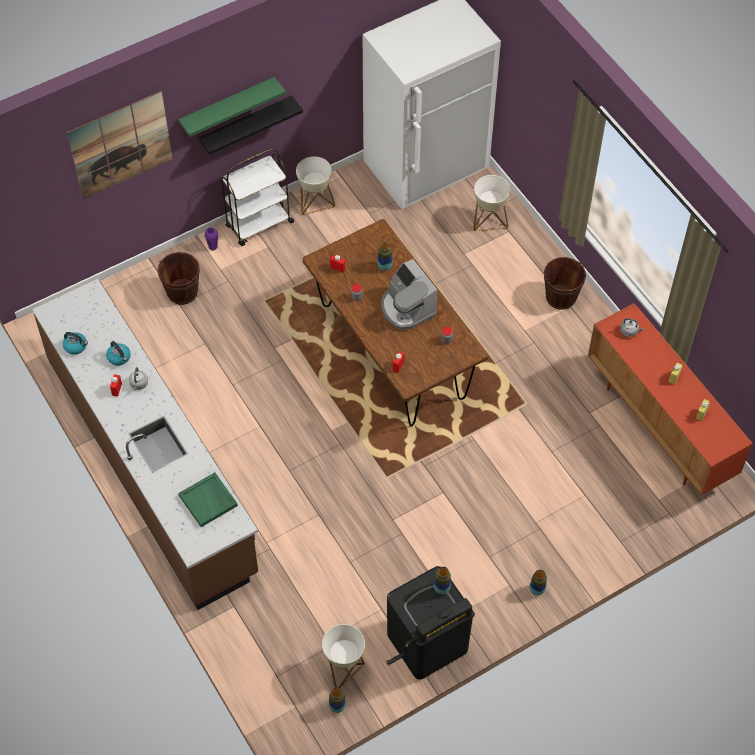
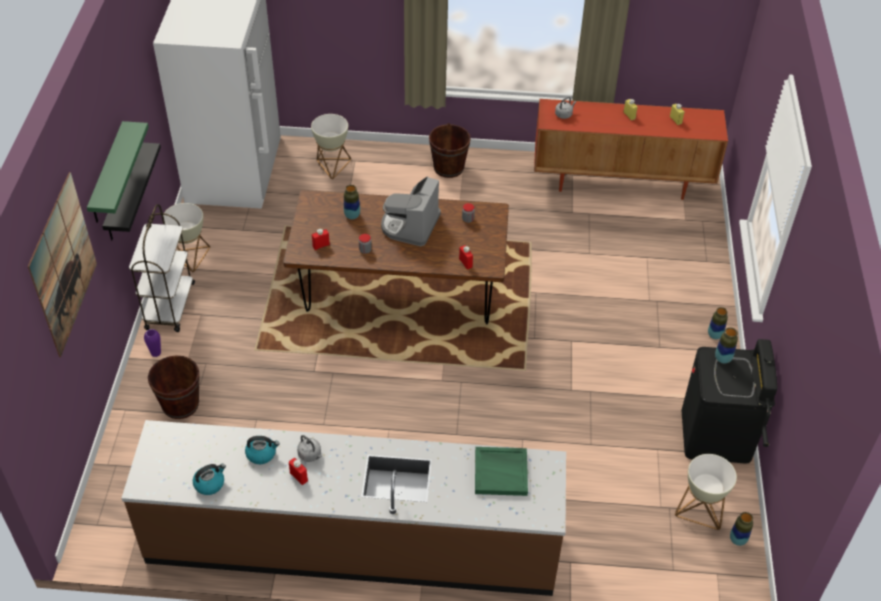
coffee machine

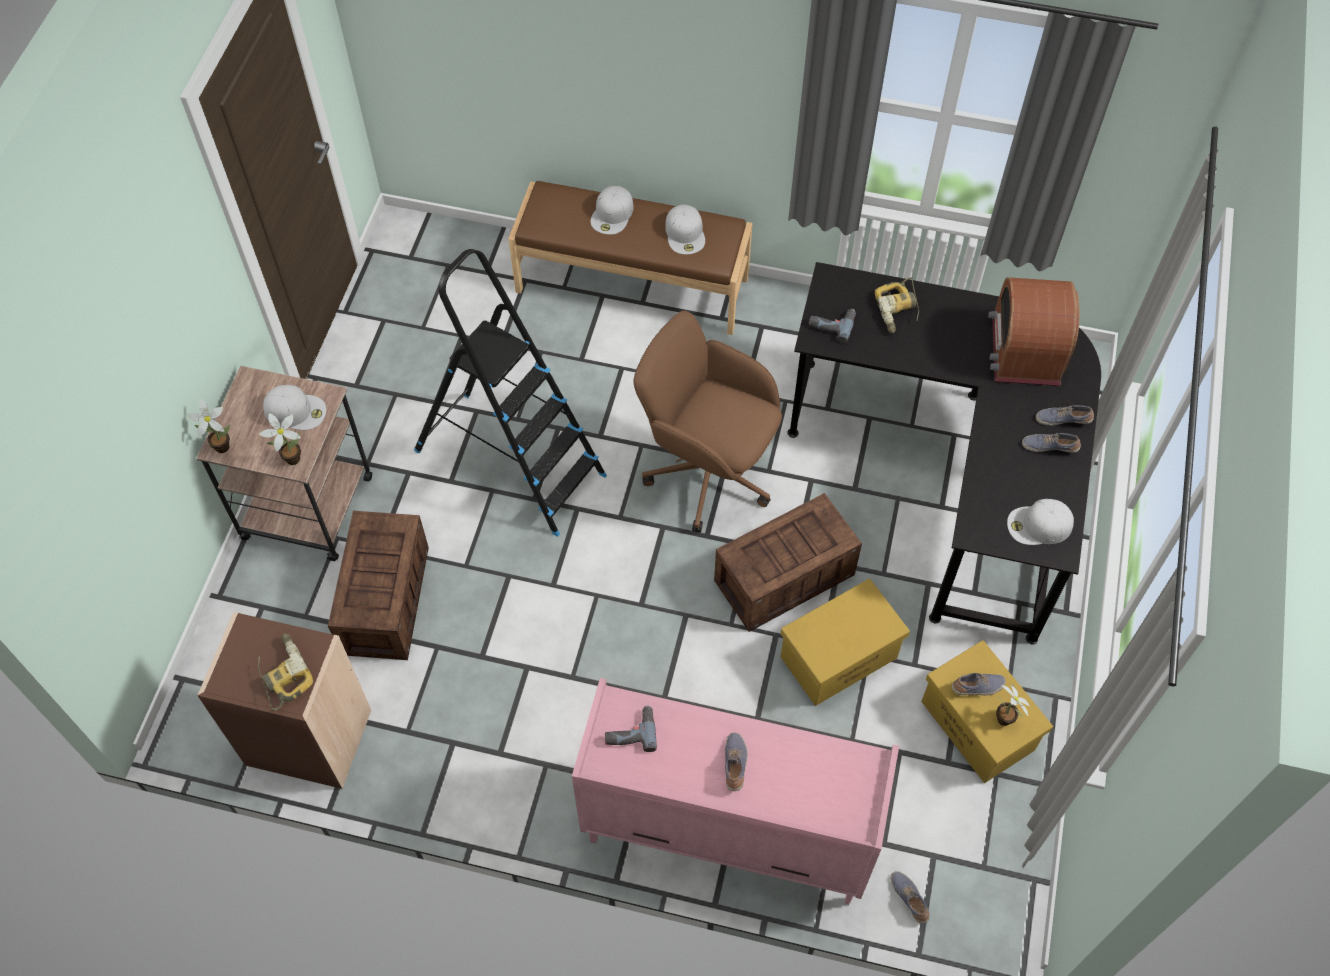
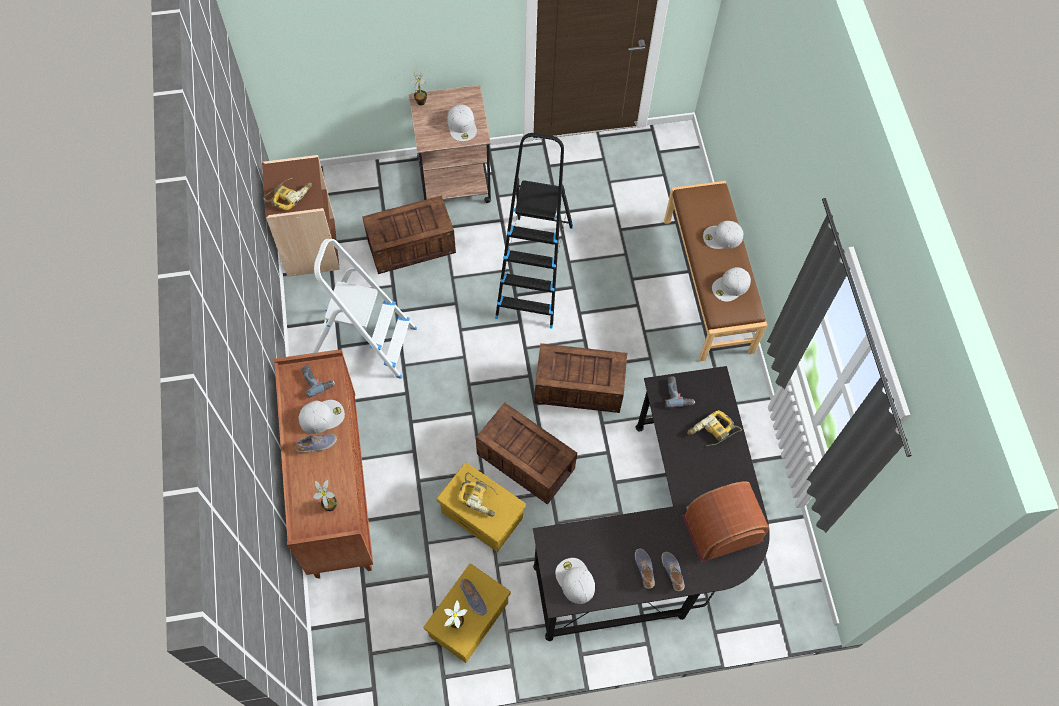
brown cabinet
white cap (1st from left)
white step ladder
potted plant (1st from left)
power drill (3rd from left)
crate (3rd from left)
shoe (2nd from left in the first image)

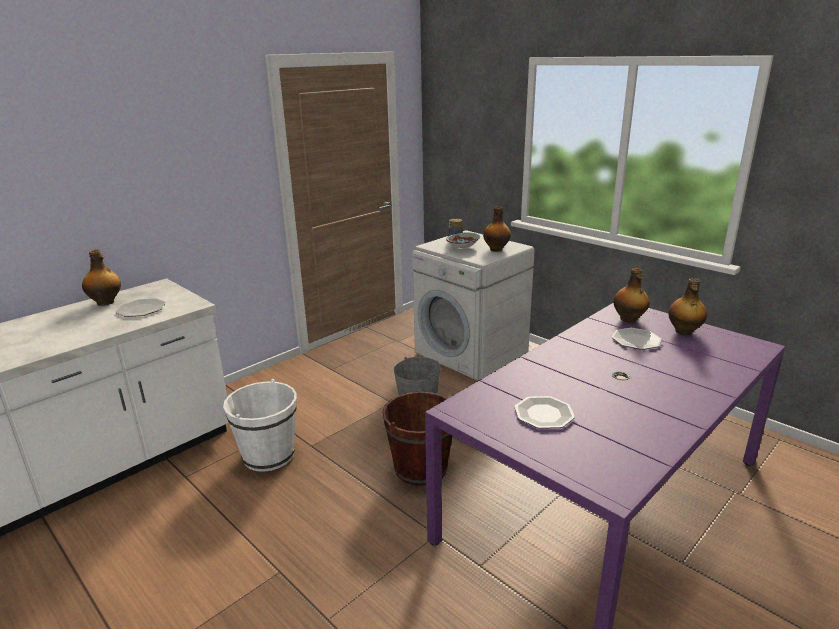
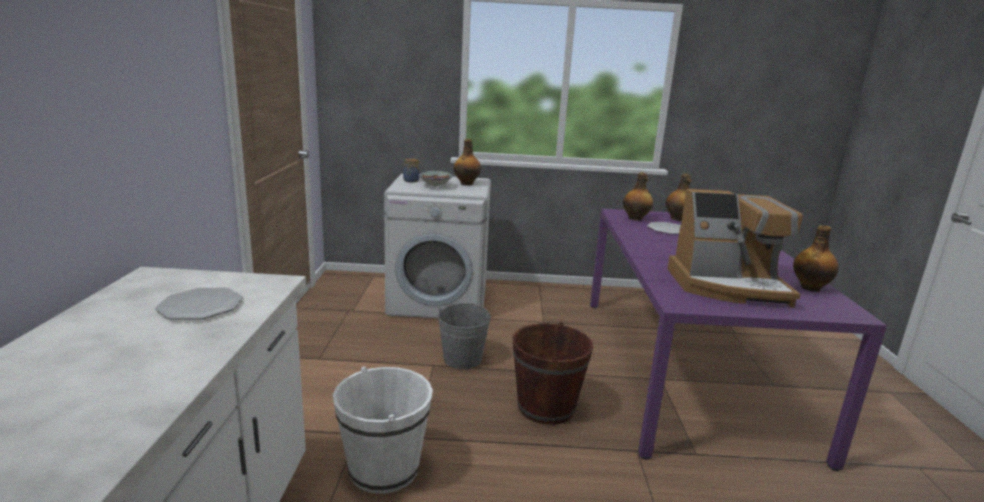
coffee machine
bottle (4th from left)

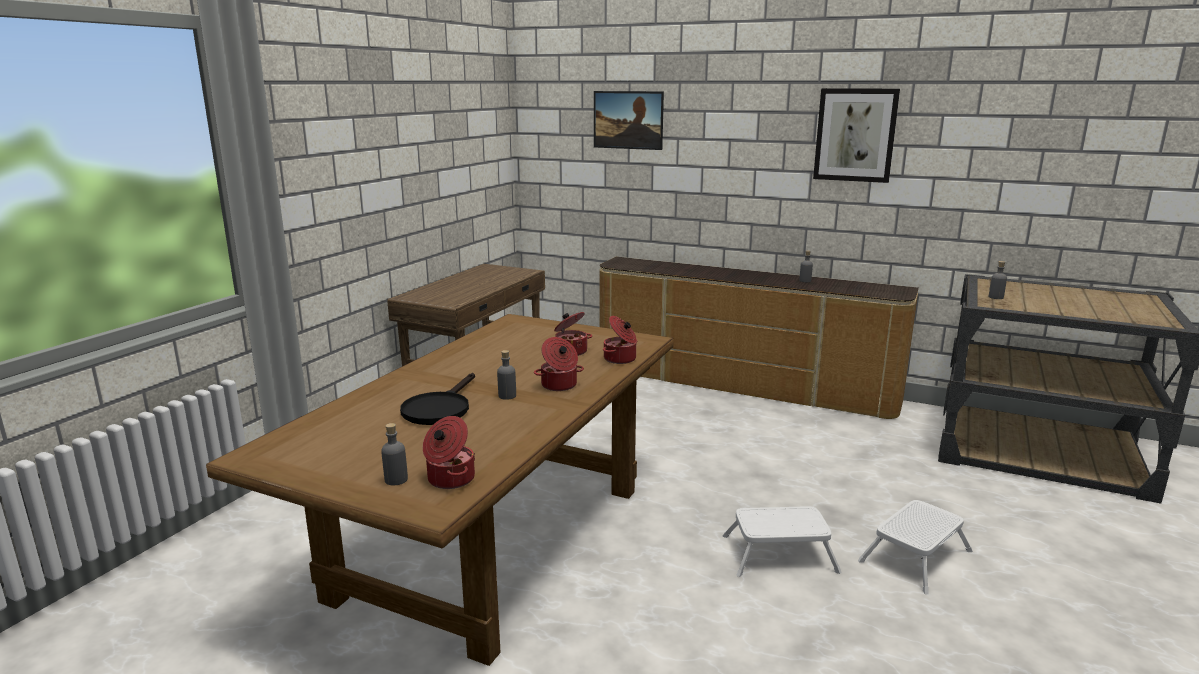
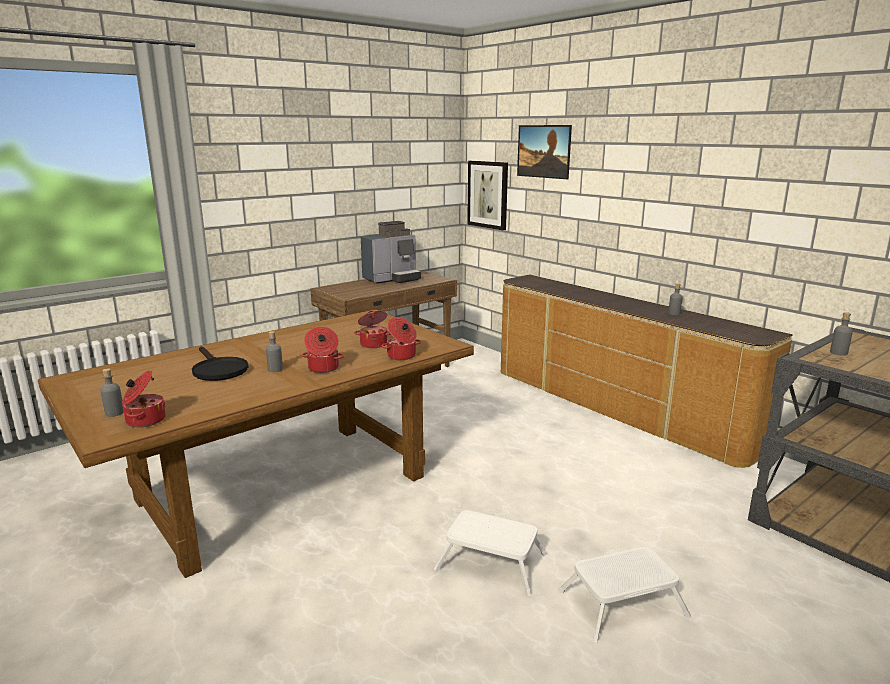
black frying pan
coffee machine
picture (1st from left)

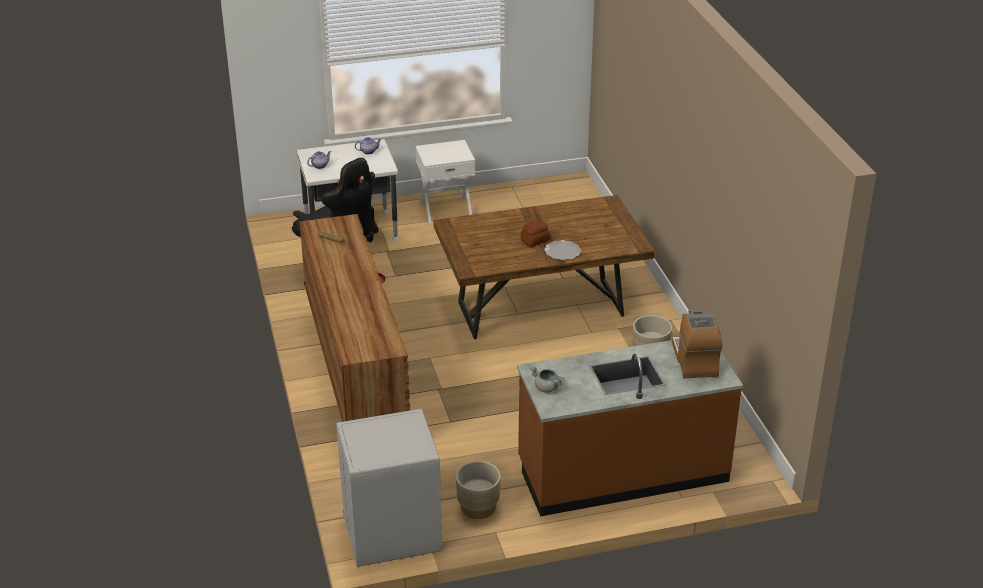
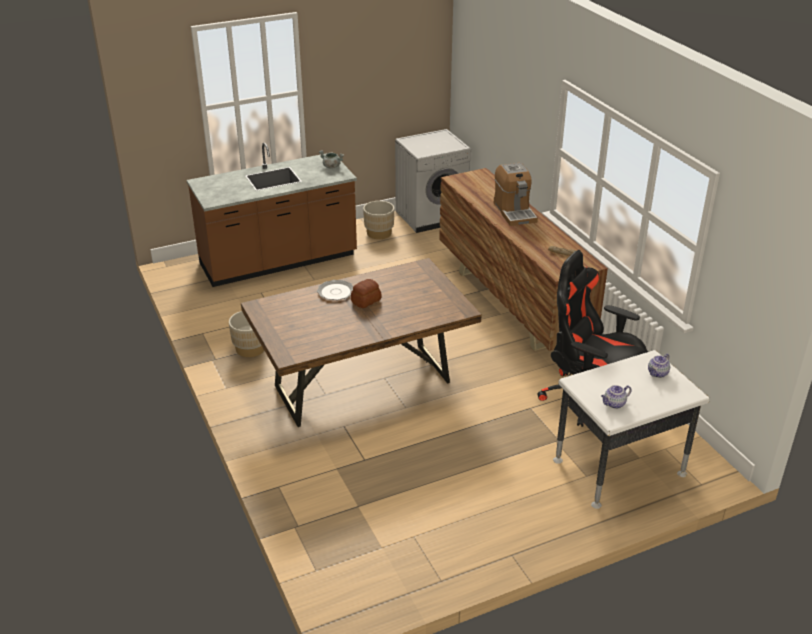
coffee machine
white nightstand

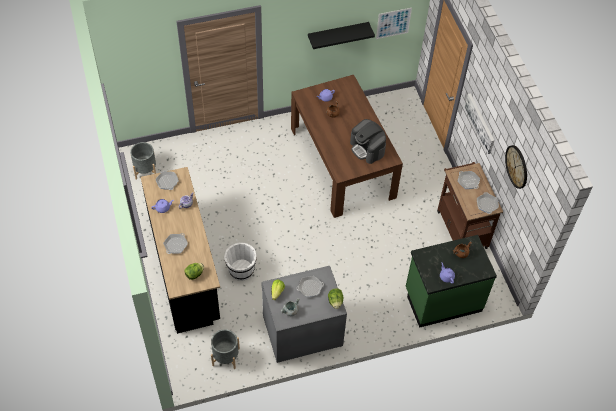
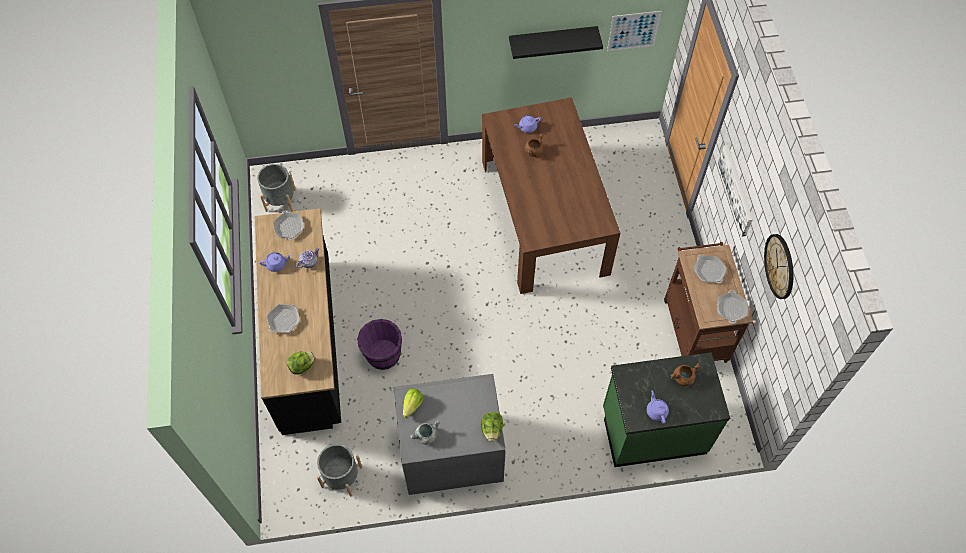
purple bucket
frying pan (3rd from left in the first image)
coffee machine

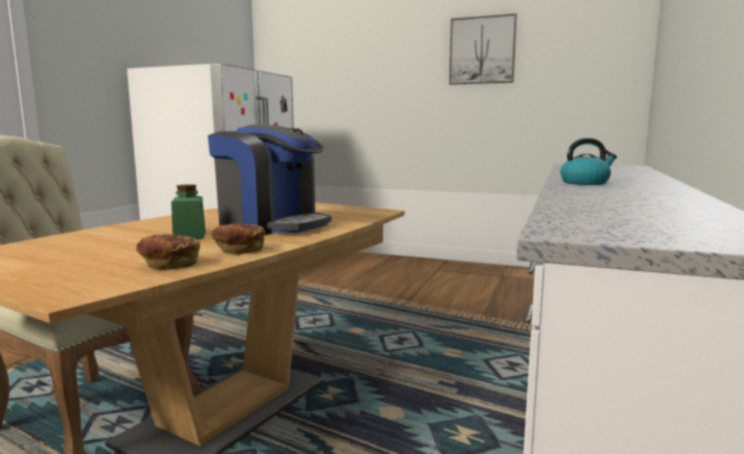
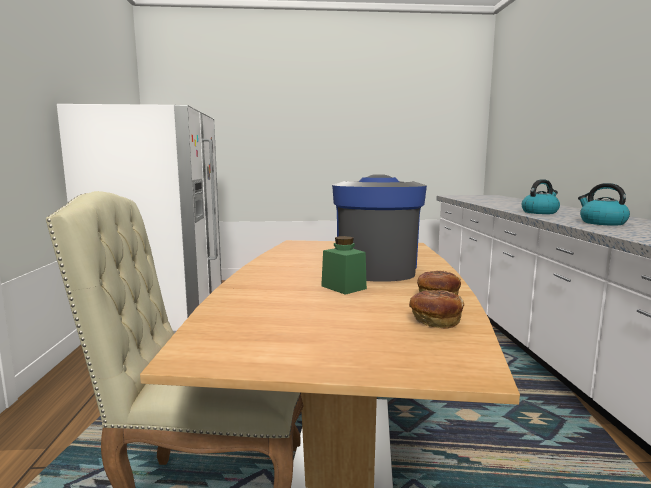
coffee machine
kettle (2nd from left)
picture

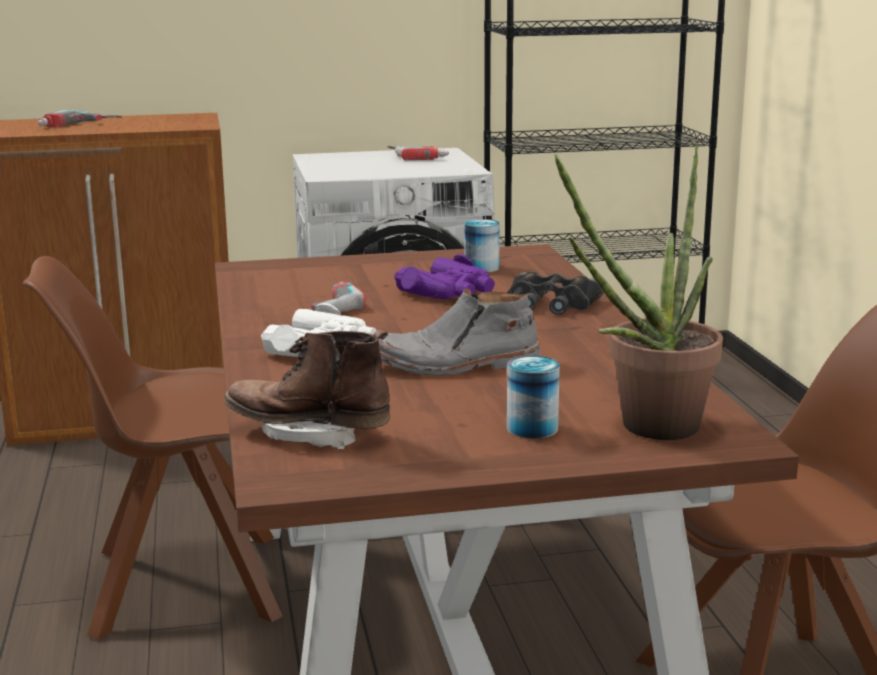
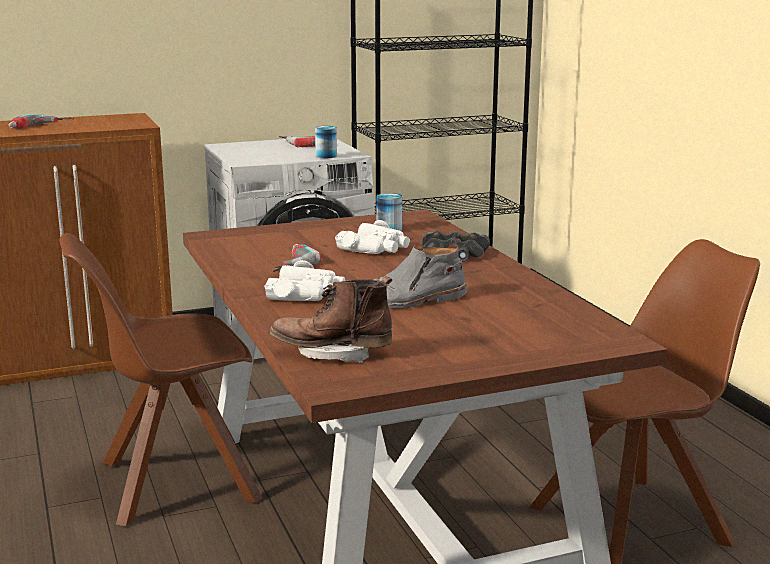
can (1st from left)
white binoculars (2nd from left)
potted plant

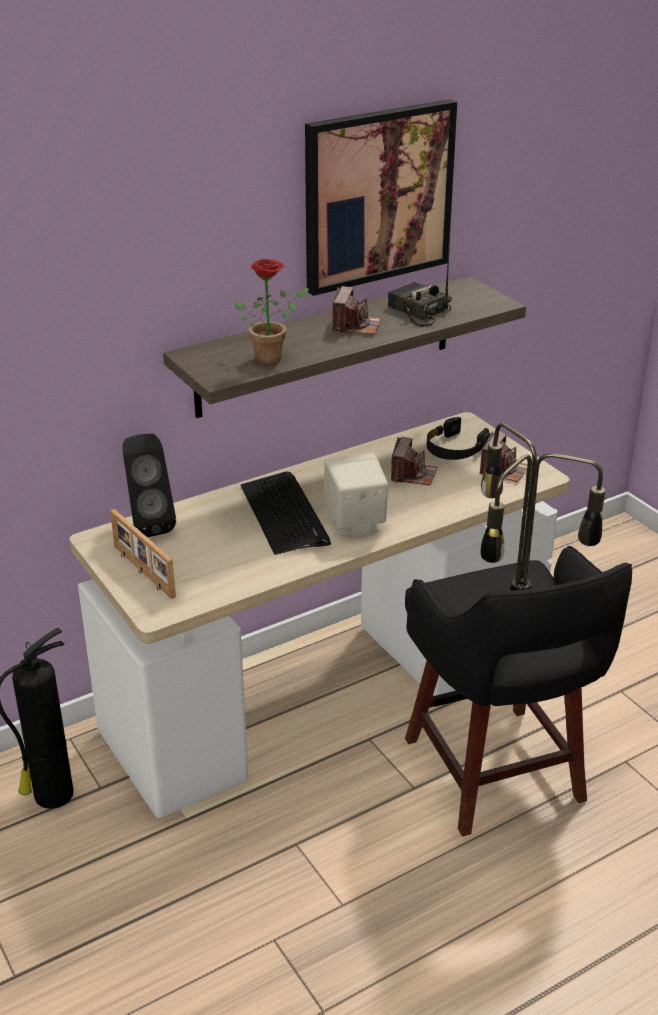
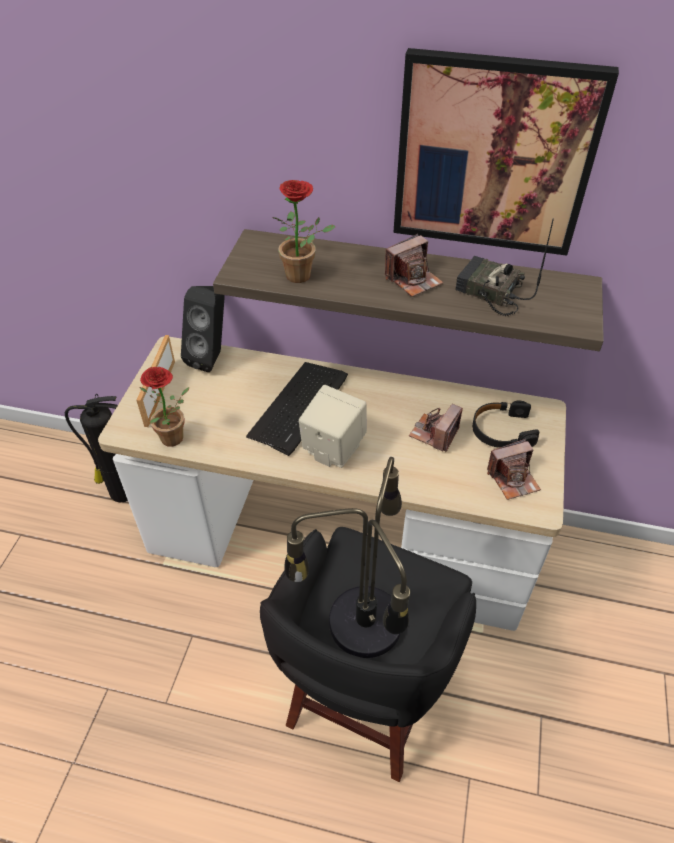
potted plant (1st from left)
photo camera (2nd from left)
radio

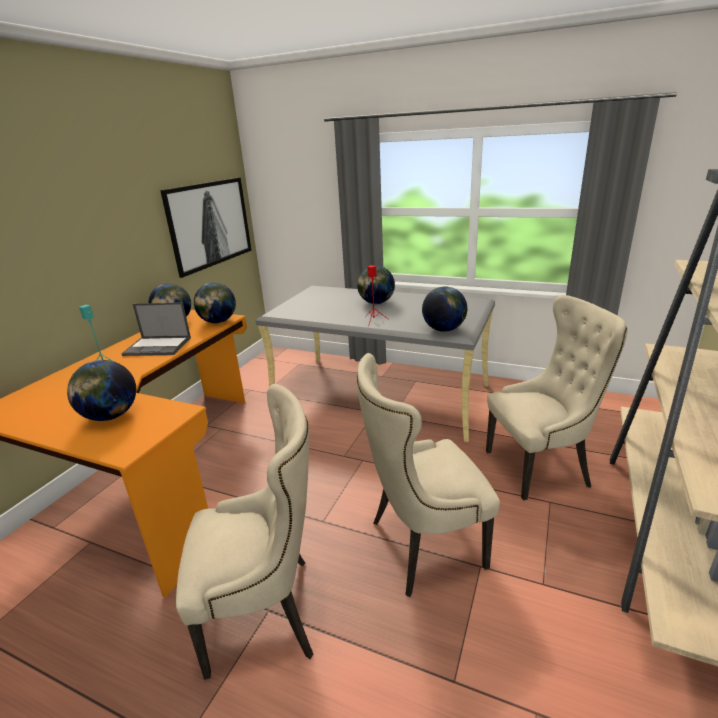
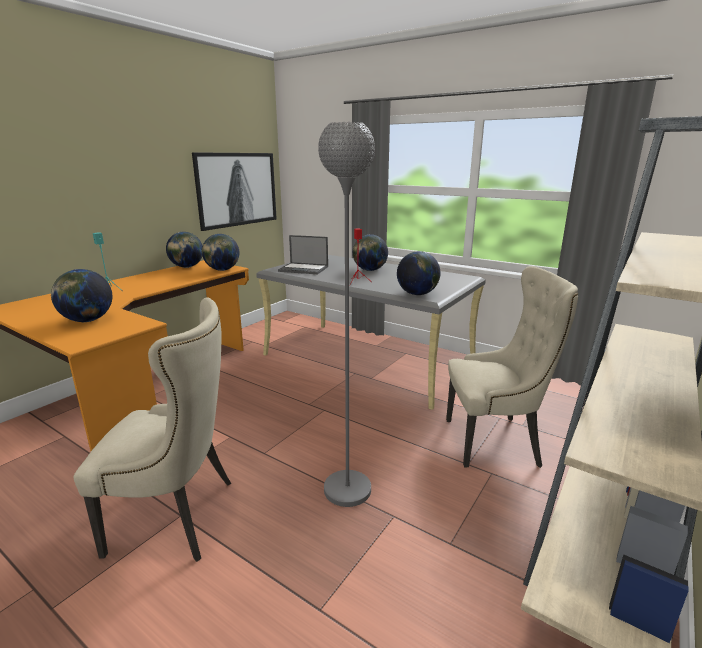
laptop
grey floor lamp

